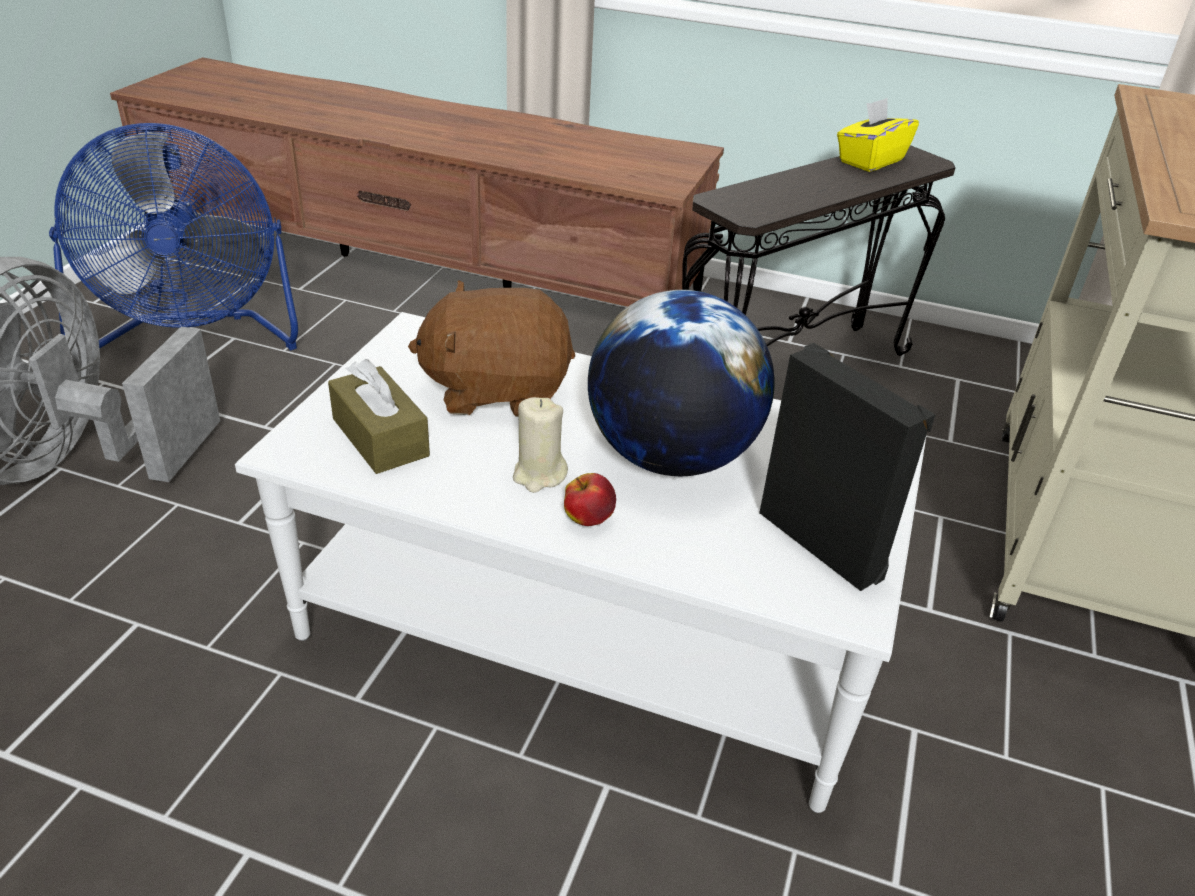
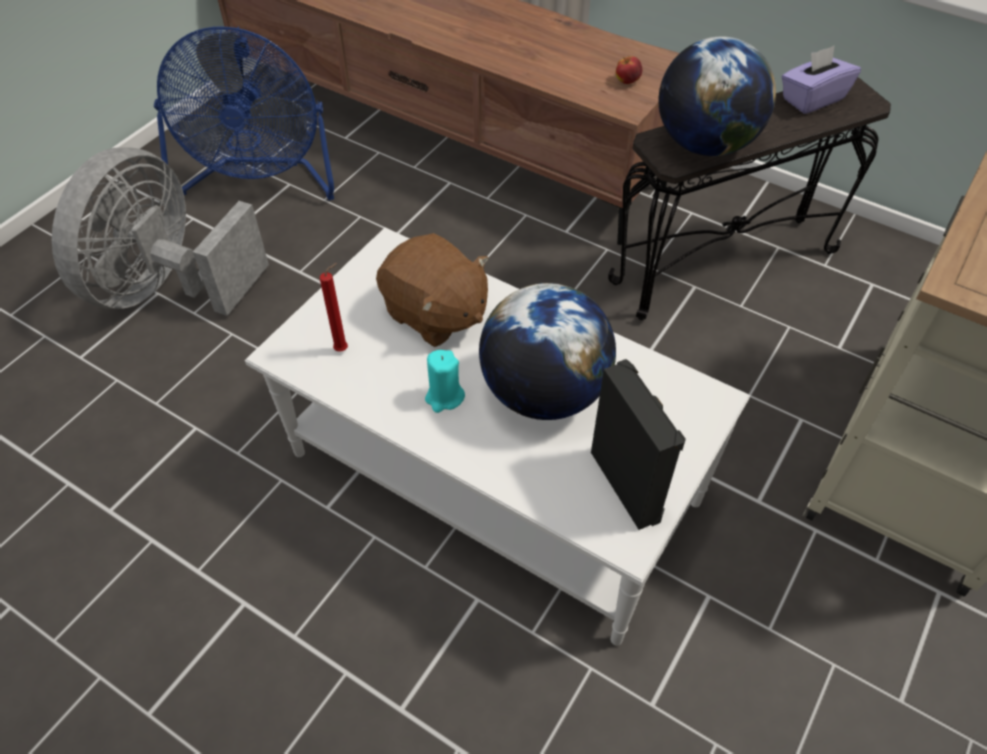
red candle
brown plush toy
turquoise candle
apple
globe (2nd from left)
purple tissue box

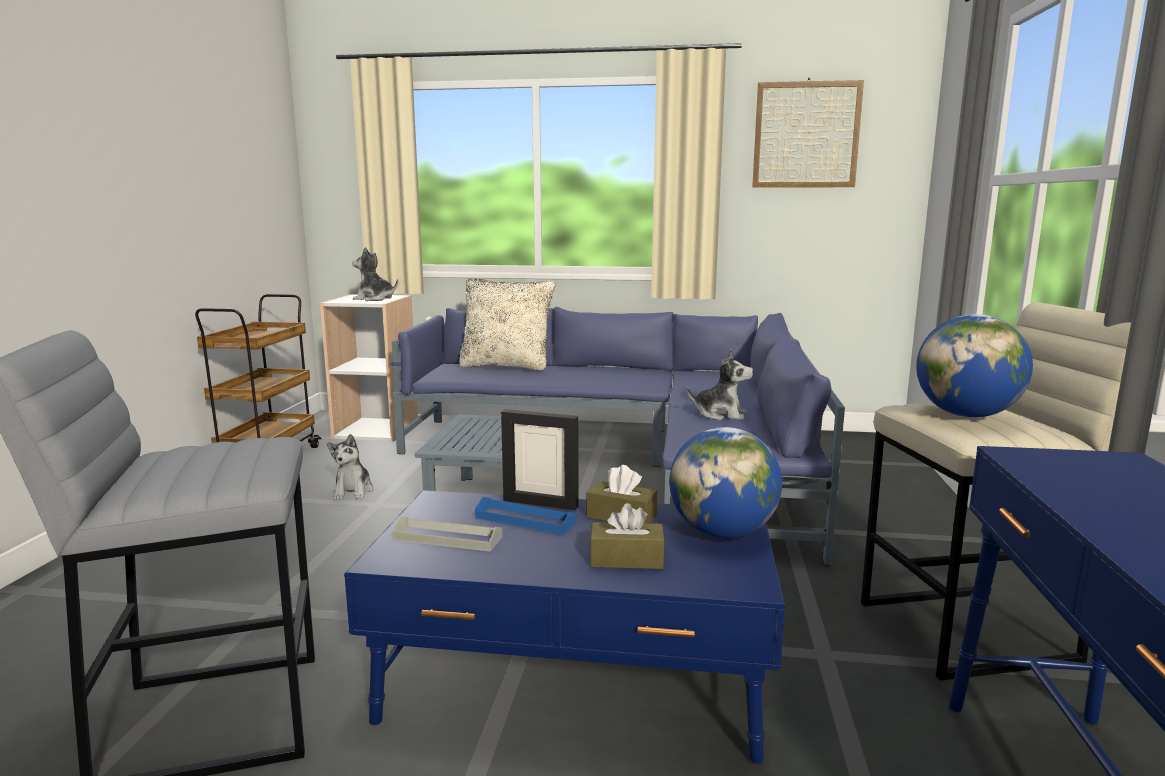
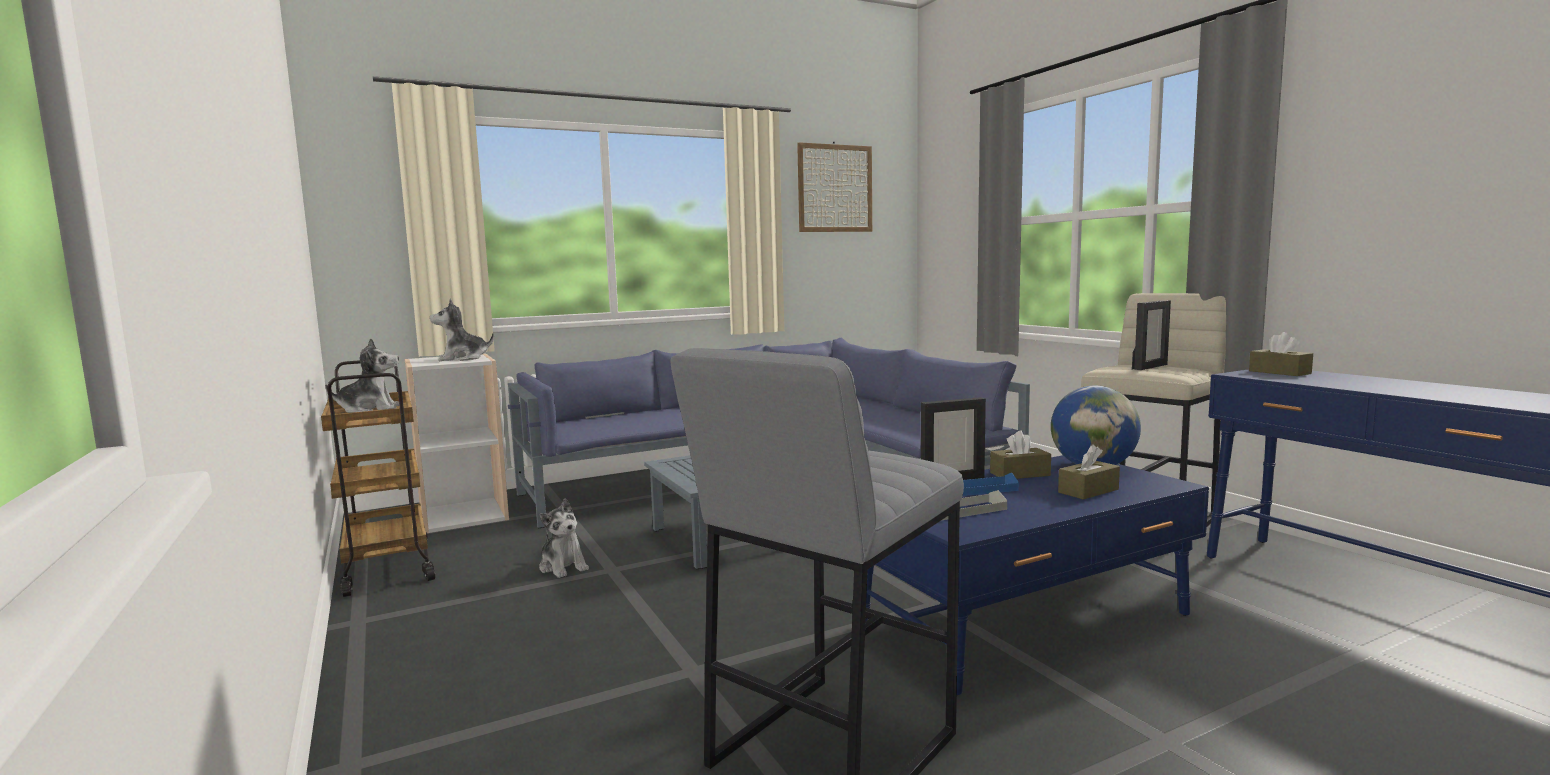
plush toy (1st from left)
picture frame (2nd from left)
brown tissue box (3rd from left)
beige pillow

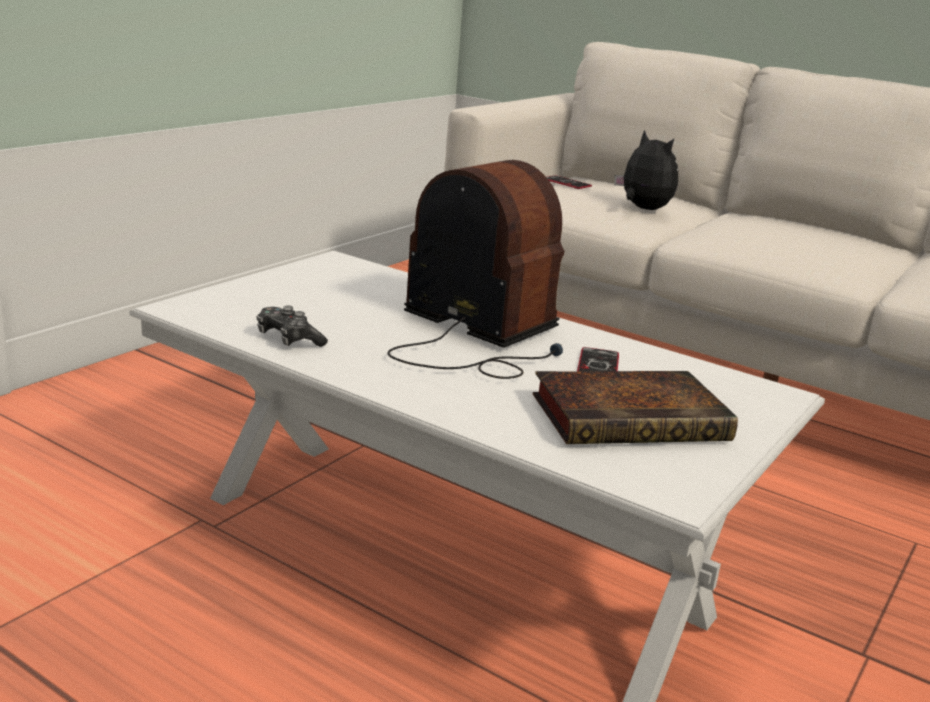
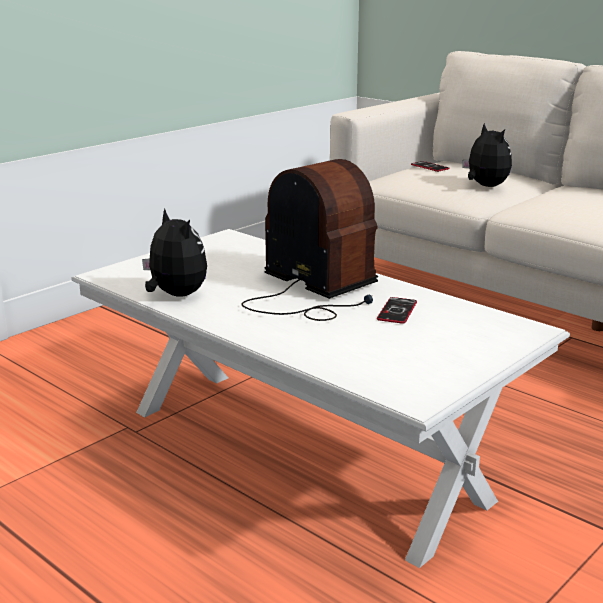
plush toy (1st from left)
book

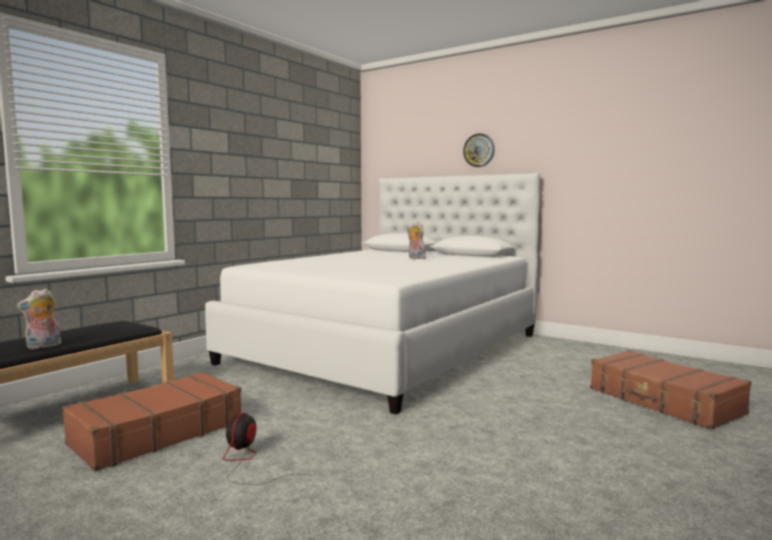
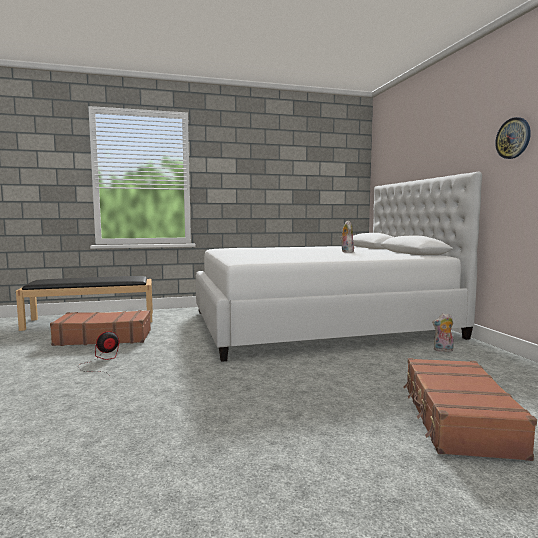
plush toy (2nd from left)
wall clock

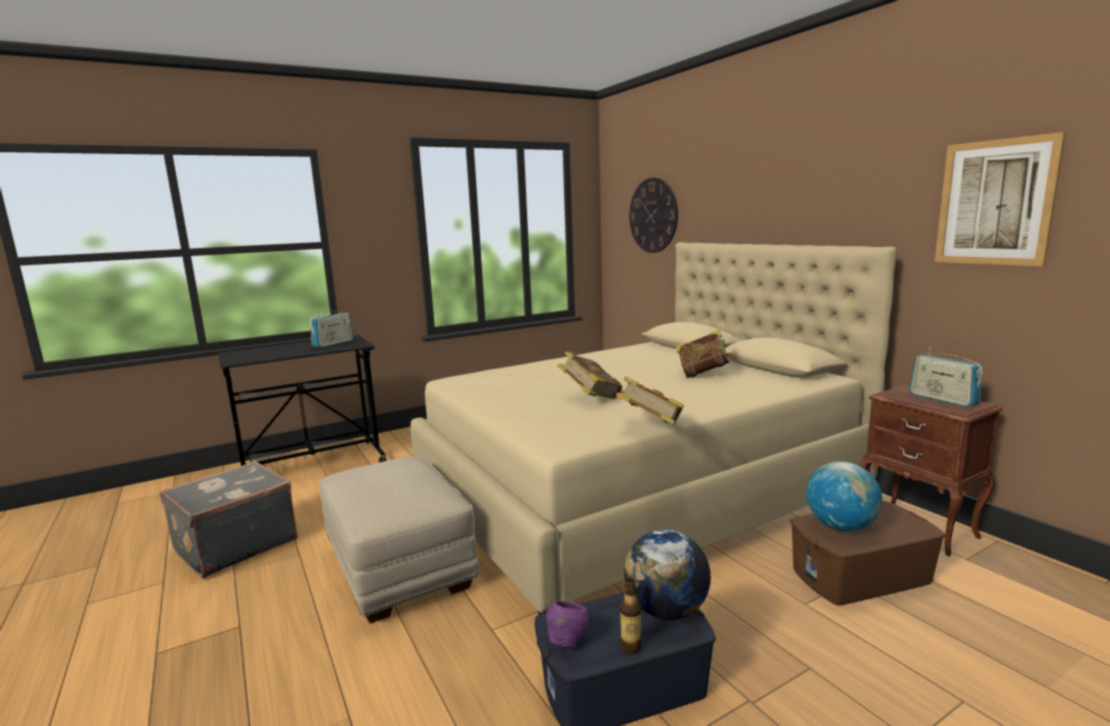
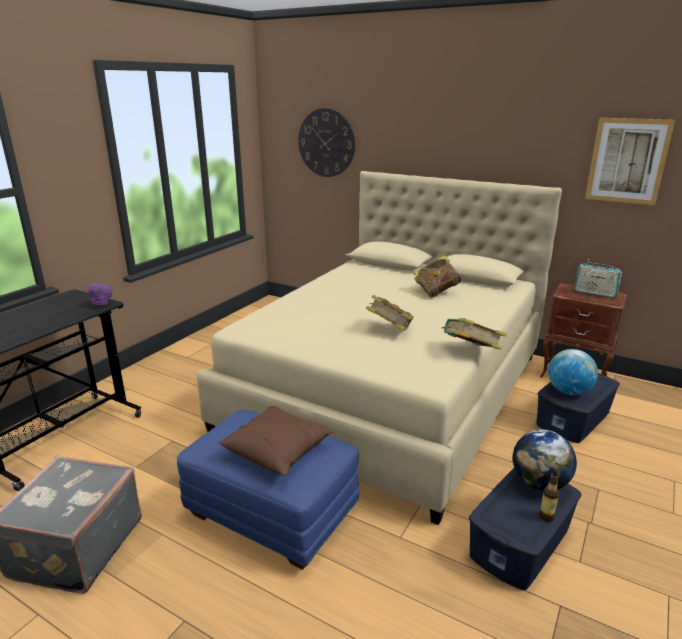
purple bowl
blue ottoman
brown pillow
blue storage box (2nd from left)
radio (1st from left in the first image)

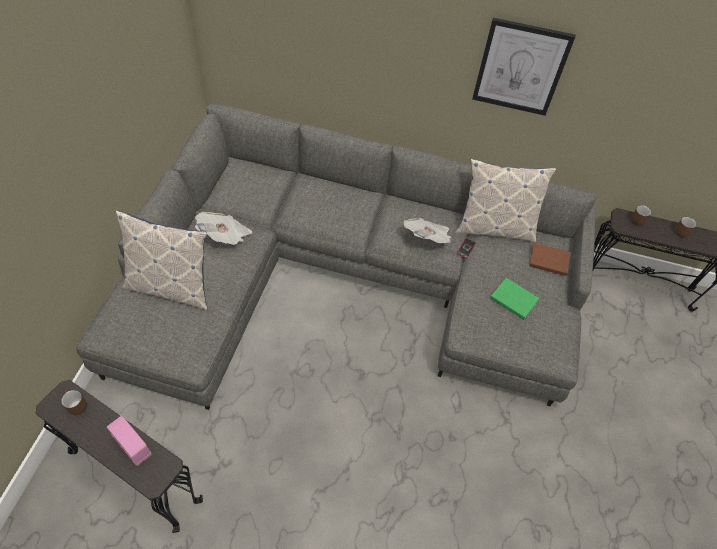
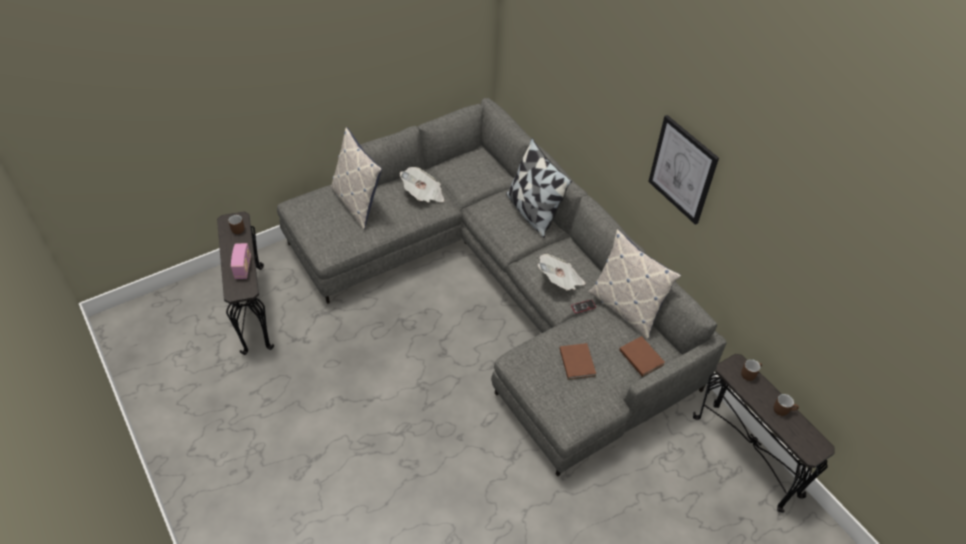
pillow (2nd from left)
brown book (1st from left)

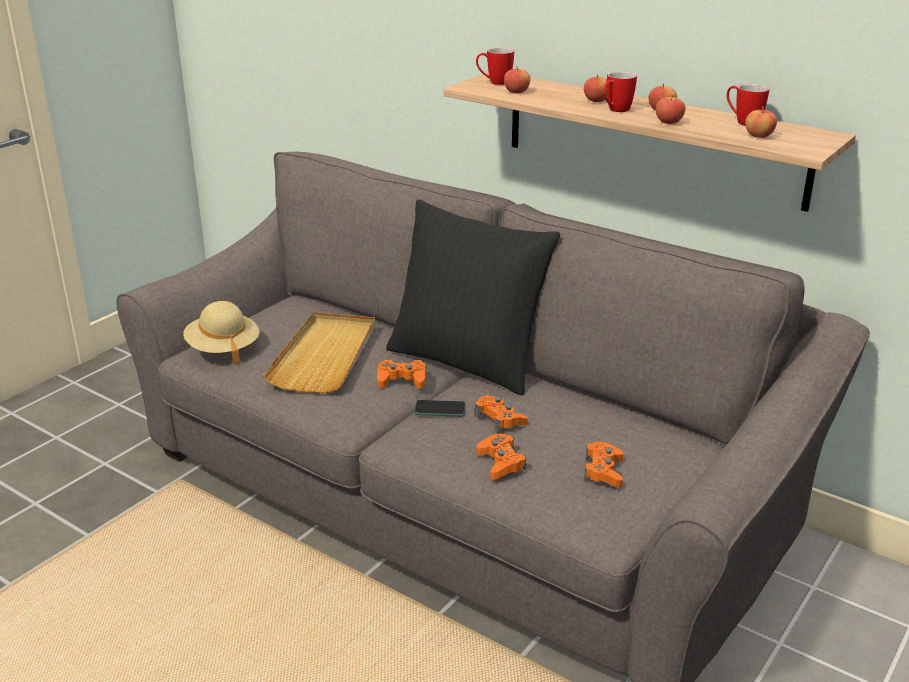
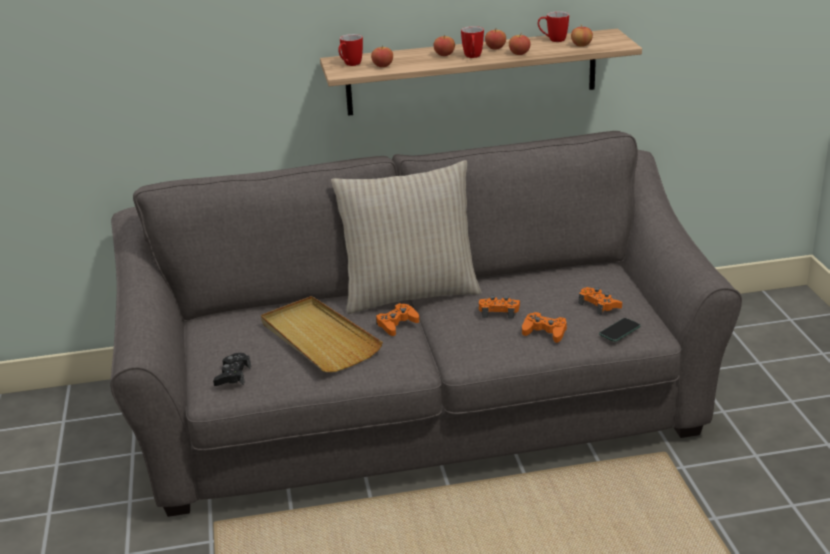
black game controller
beige pillow
phone

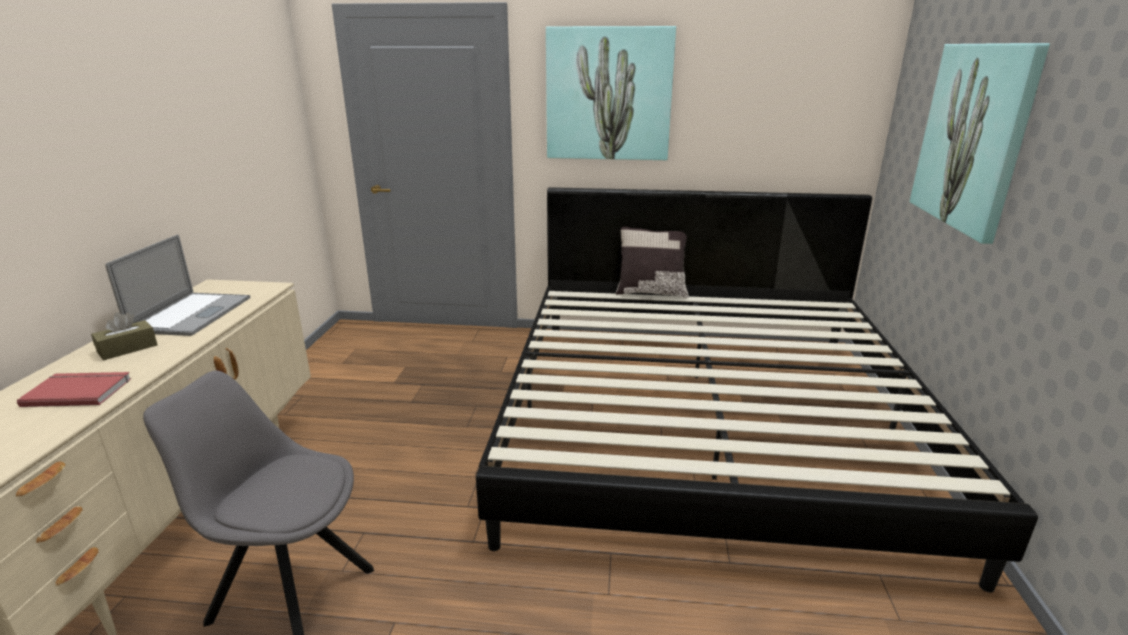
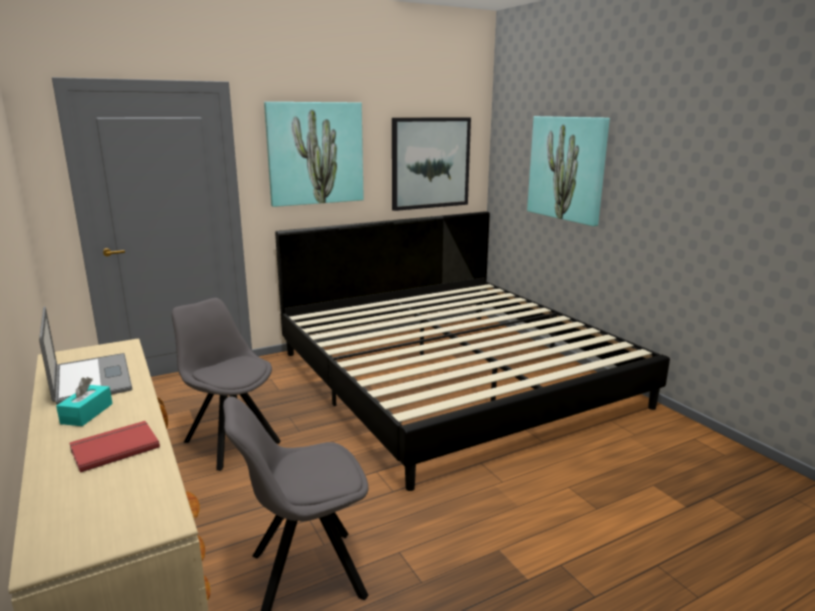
turquoise tissue box
grey chair (1st from left)
picture (2nd from left)
pillow

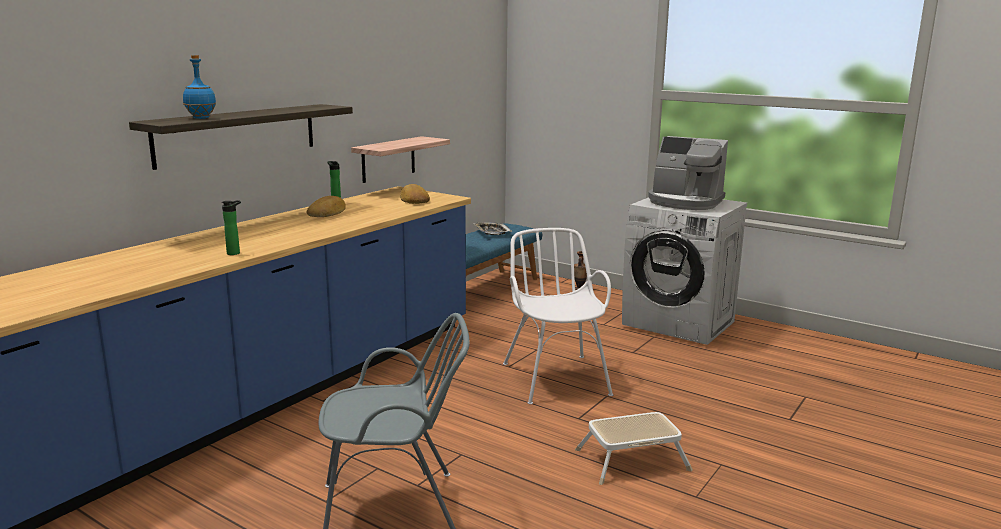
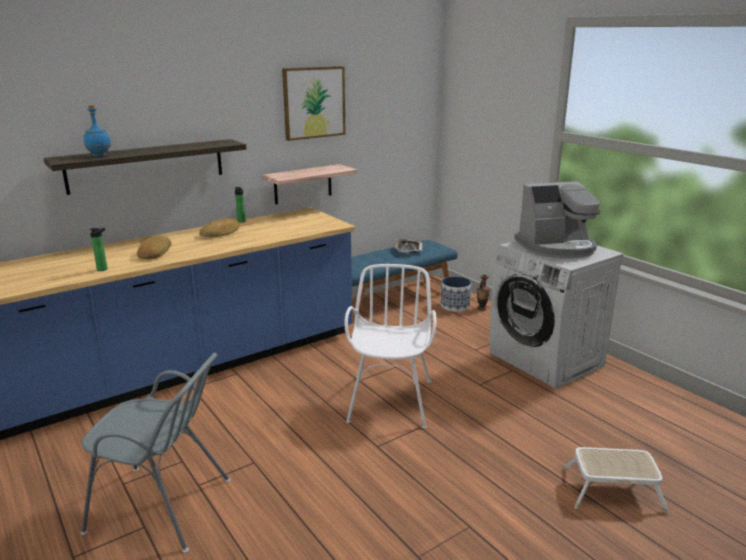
bread (1st from left)
picture
planter
coffee machine
beige step ladder

